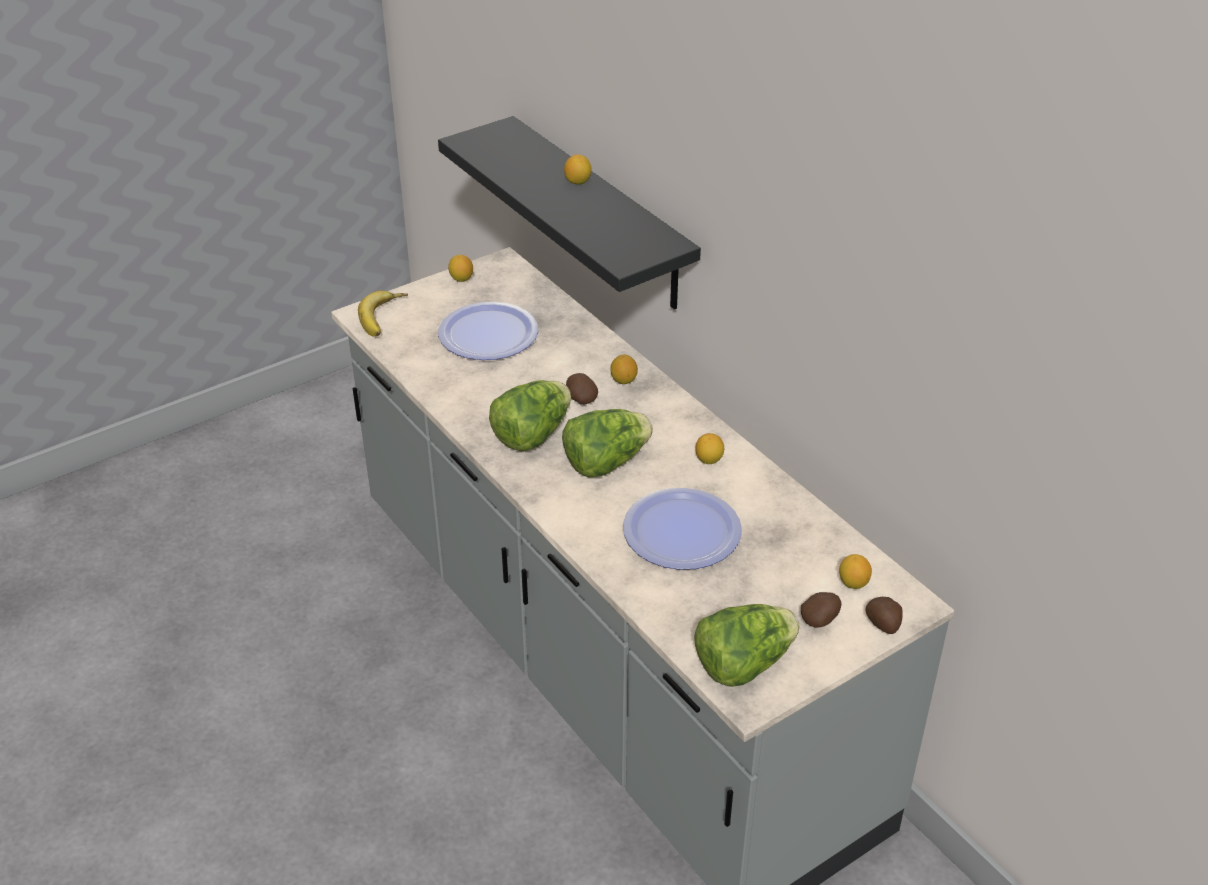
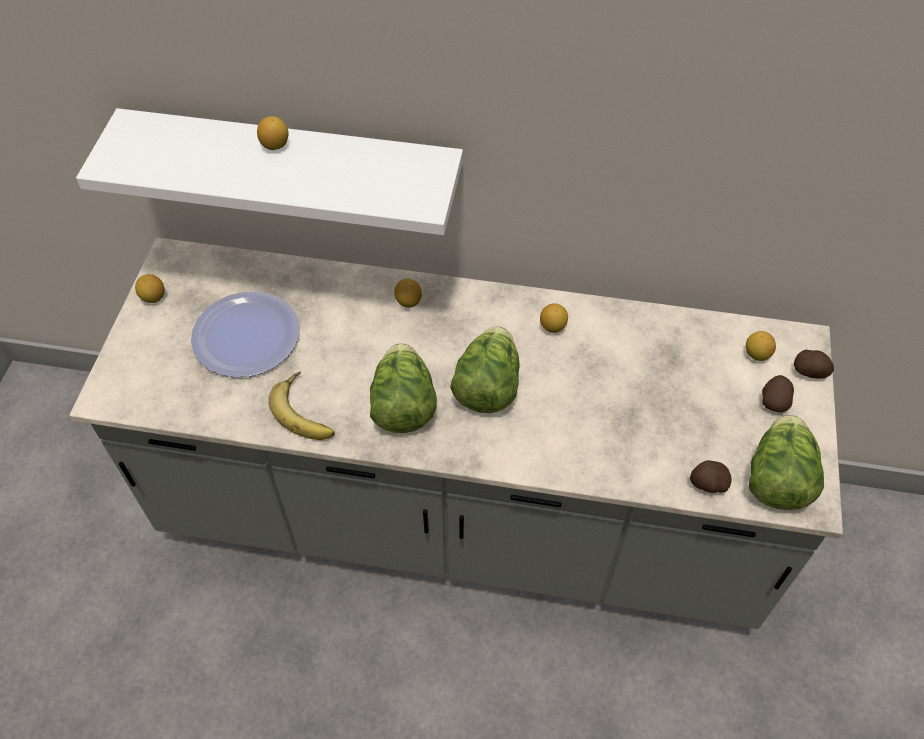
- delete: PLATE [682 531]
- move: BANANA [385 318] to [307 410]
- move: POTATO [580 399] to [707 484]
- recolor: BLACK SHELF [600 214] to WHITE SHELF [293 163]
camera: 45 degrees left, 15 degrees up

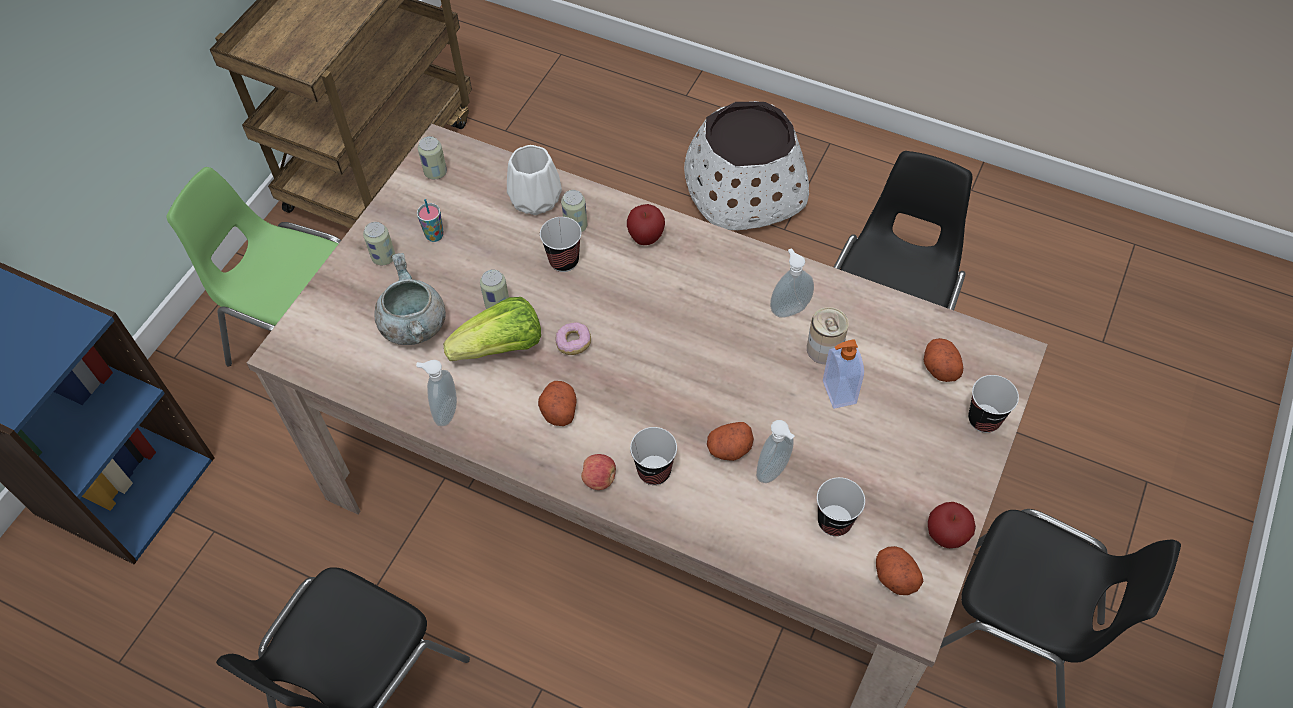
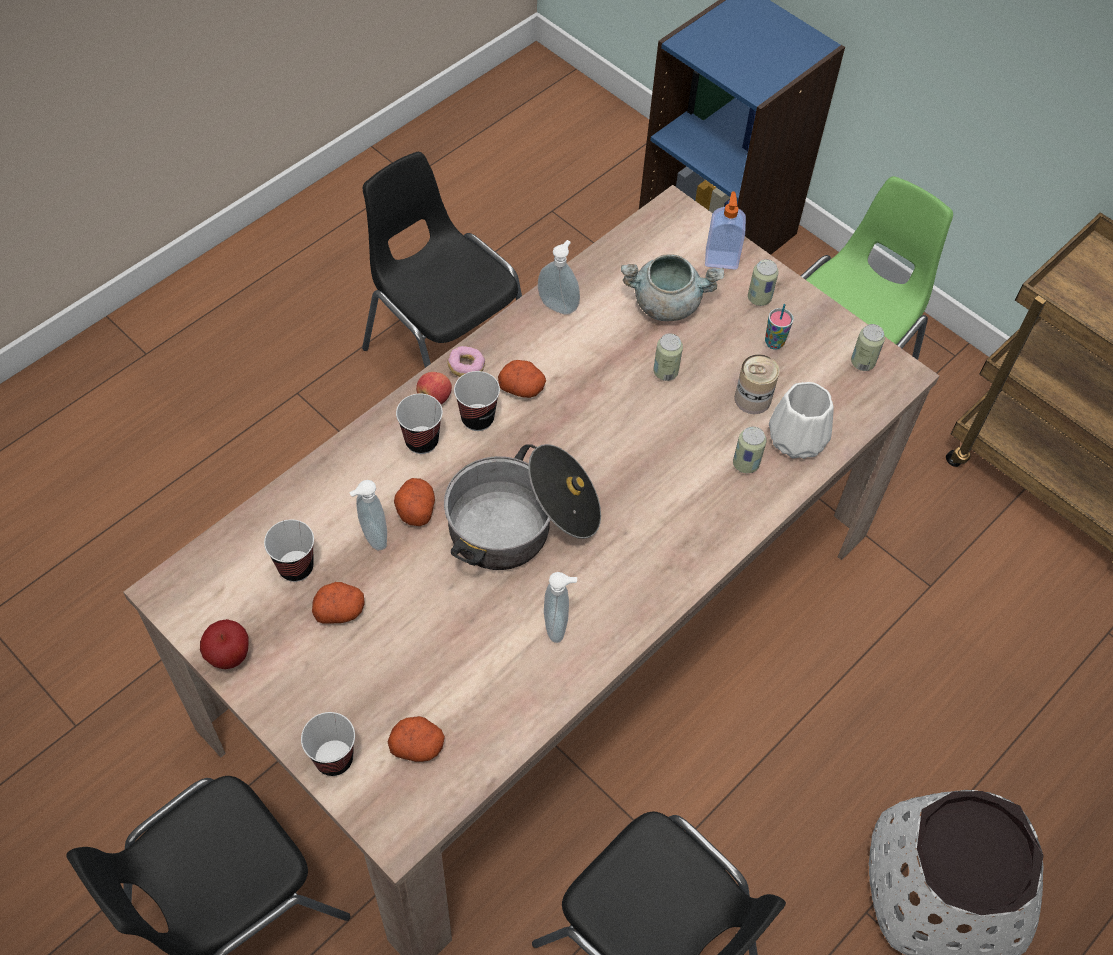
- delete: LETTUCE [501 348]
- delete: APPLE [646 238]
- insert: COOKING POT [522 524]
- move: CUP [564 261] to [477 418]
- move: DONUT [573 343] to [466 367]
- move: CAN [824 349] to [752 399]
- move: SOAP DISPENSER [837 392] to [721 258]
- move: POTATO [894 576] to [340 610]
camera: 105 degrees right, 0 degrees up

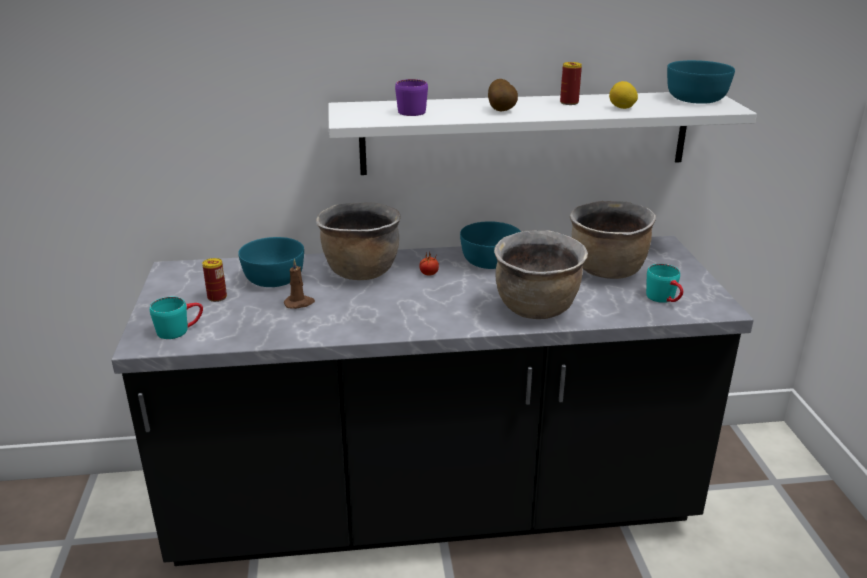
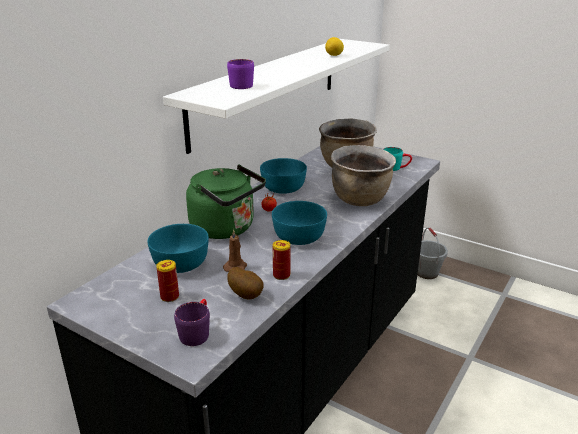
- insert: GREY BUCKET [426 273]
- move: POTATO [502 110] to [247 295]
- move: CAN [569 102] to [281 275]
- move: TURQUOISE BOWL [695 99] to [299 237]
- replace: BROWN COOKING POT [360 271] to GREEN KETTLE [226 229]
- recolor: TURQUOISE MUG [180 330] to PURPLE MUG [196 331]
camera: 50 degrees left, 0 degrees up

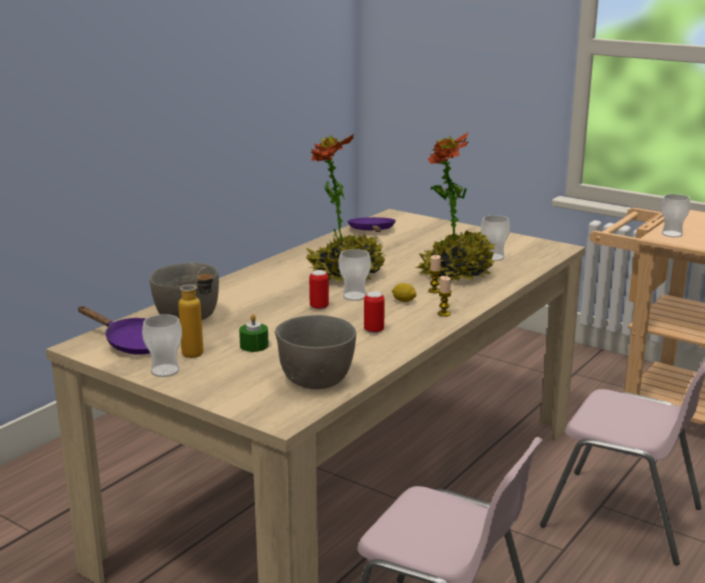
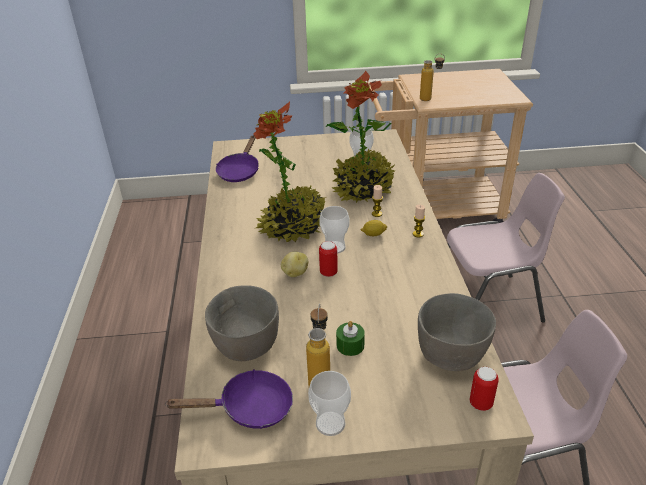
- insert: POTATO [295 273]
- move: CAN [374 330] to [480 403]
- replace: CUP [672 234] to BOTTLE [430 99]
- rotate: PURPLE FRYING PAN [372 231] = [240 171] 120 degrees counterclockwise
camera: 40 degrees left, 15 degrees up

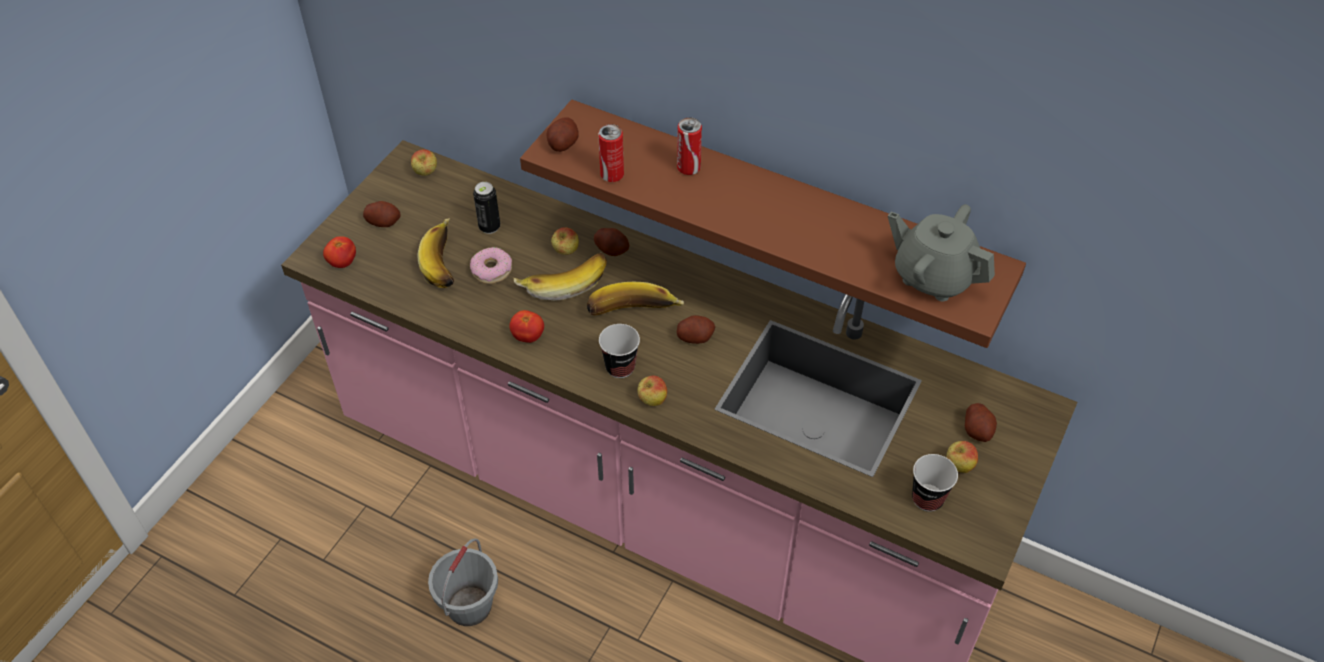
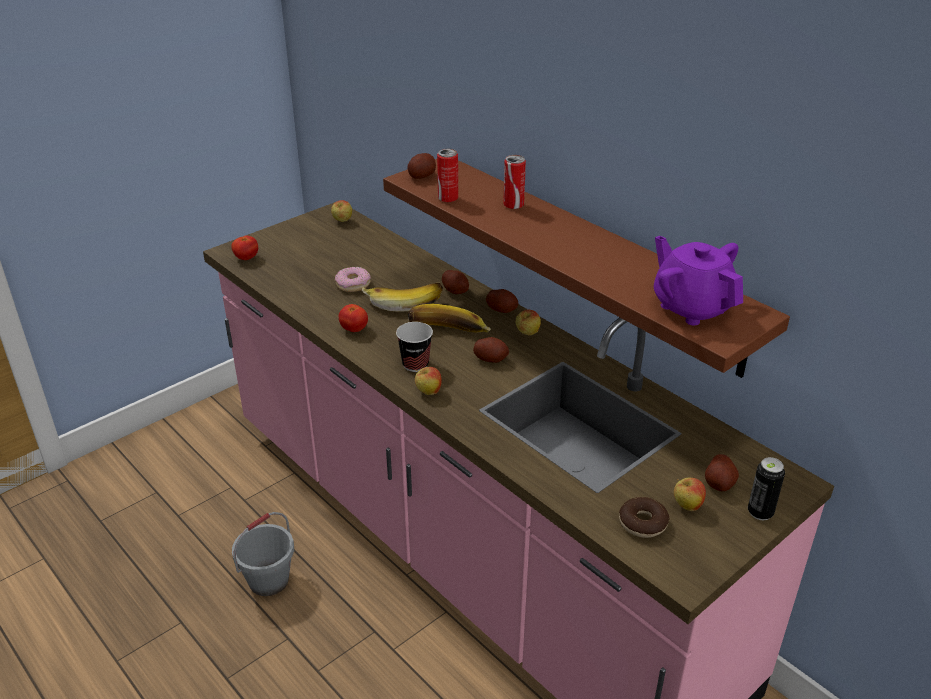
- delete: BANANA [447 263]
- move: POTATO [383 222] to [502 309]
- move: CAN [489 227] to [760 512]
- move: APPLE [566 252] to [527 333]
- replace: CUP [927 499] to DONUT [643 523]
- recolor: GREY TEAPOT [933 276] to PURPLE TEAPOT [691 307]
camera: 20 degrees right, 15 degrees down

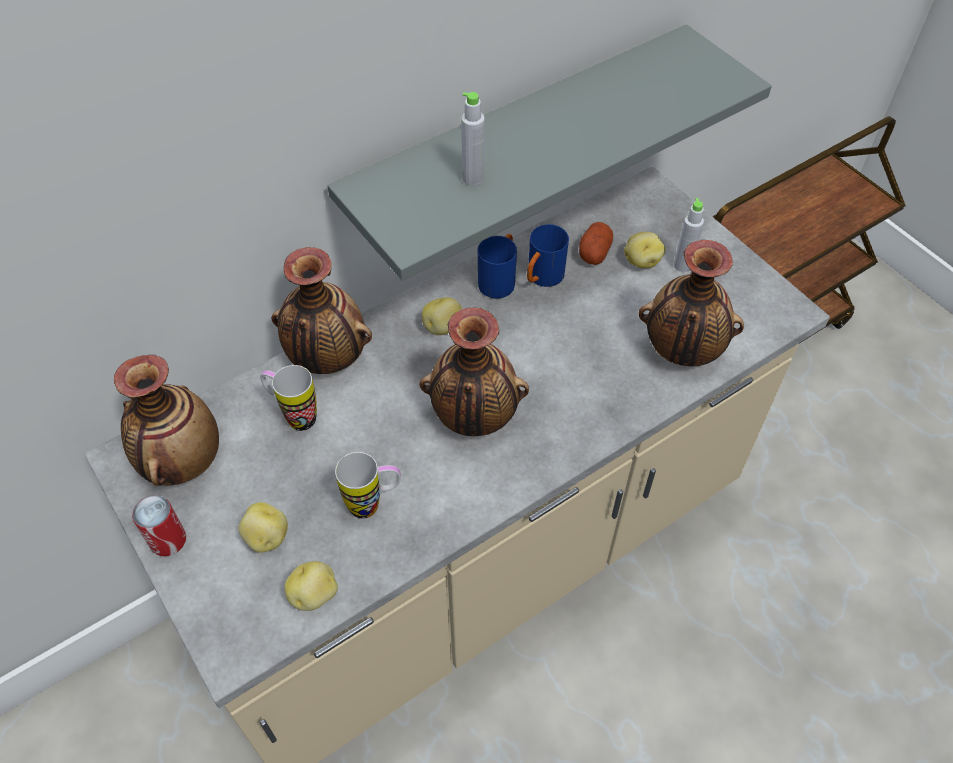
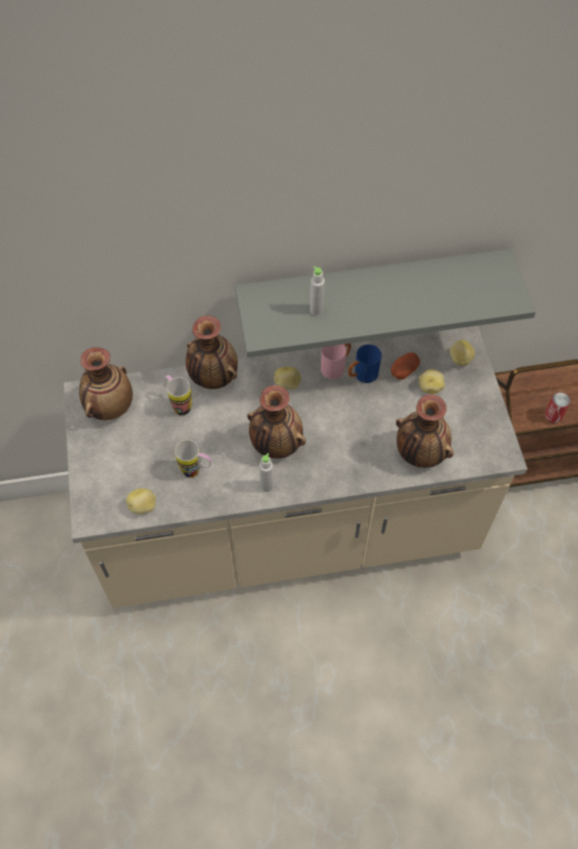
- move: CAN [168 540] to [553 415]
- move: POTATO [266 537] to [459 359]
- move: GREY BOTTLE [682 265] to [267 486]
- recolor: BLUE MUG [499 280] to PINK MUG [336 366]
camera: 25 degrees right, 5 degrees up

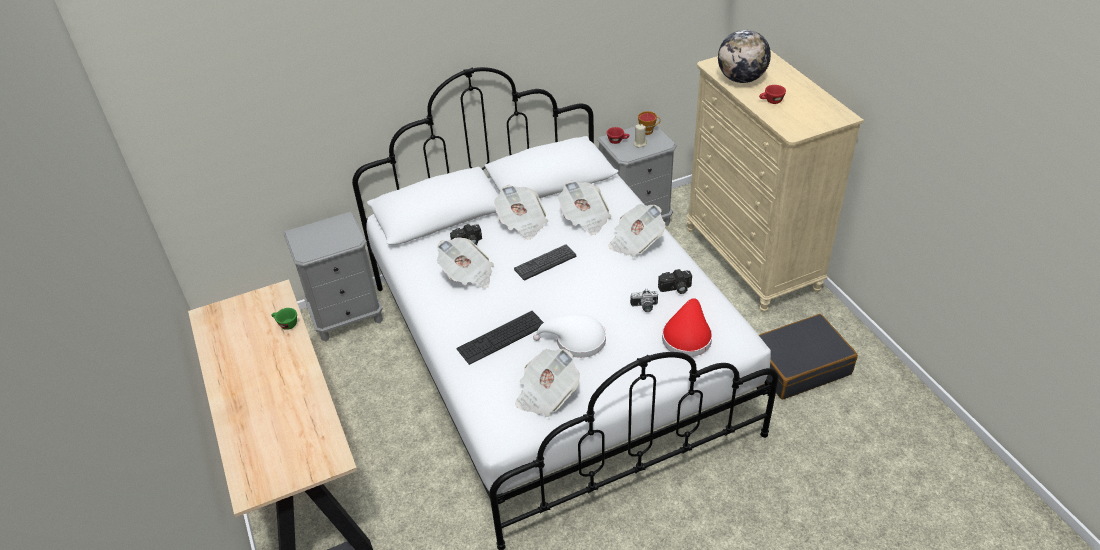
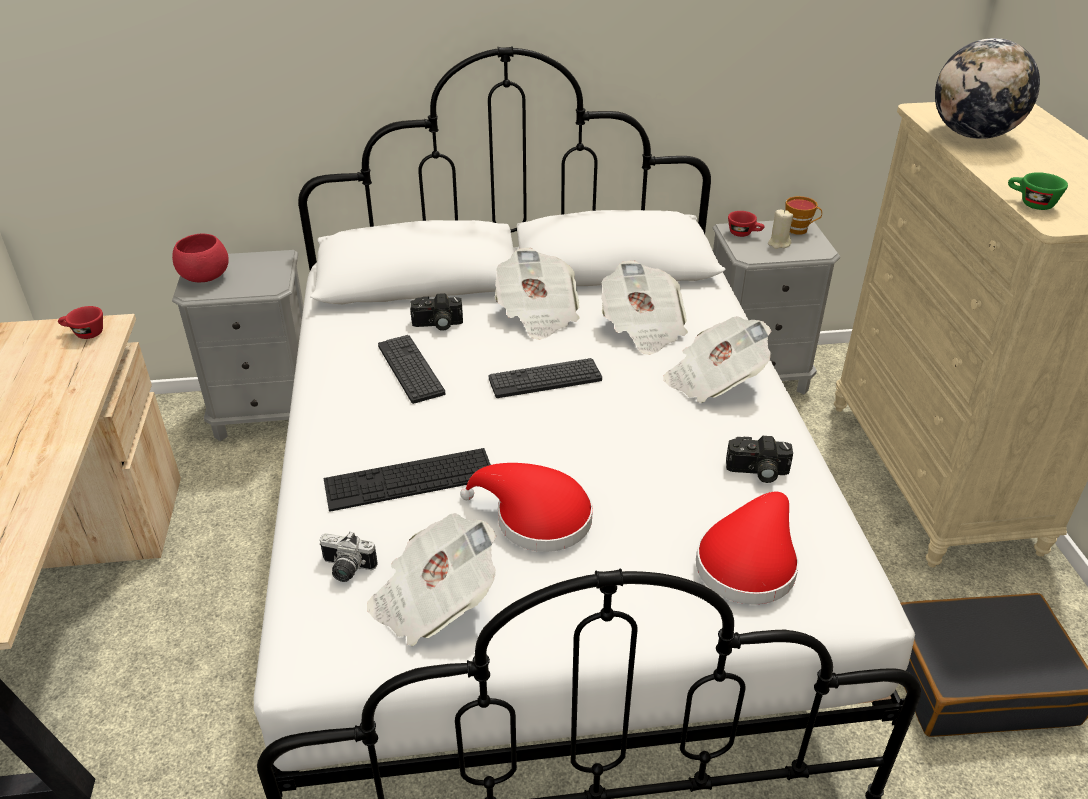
- insert: RED BOWL [205 277]
- move: GREEN CUP [286 324] to [1030 203]
- move: PHOTO CAMERA [644 307] to [346 570]
- move: RED CUP [771 101] to [84 333]
- replace: NEWSPAPER [467 274] to KEYBOARD [410 369]
- recolor: WHITE HAT [576 341] to RED HAT [535 518]
camera: 15 degrees right, 5 degrees down

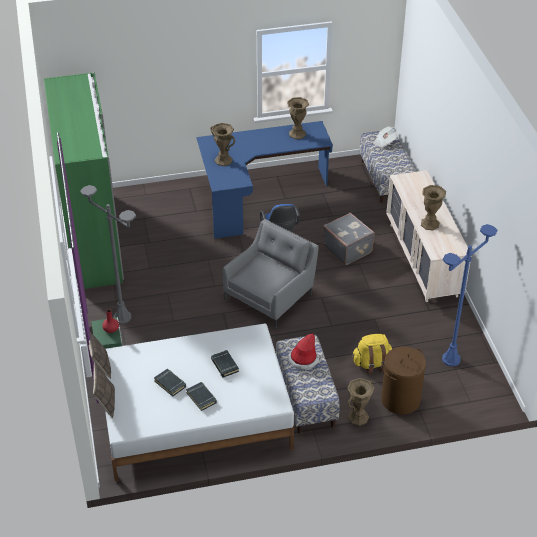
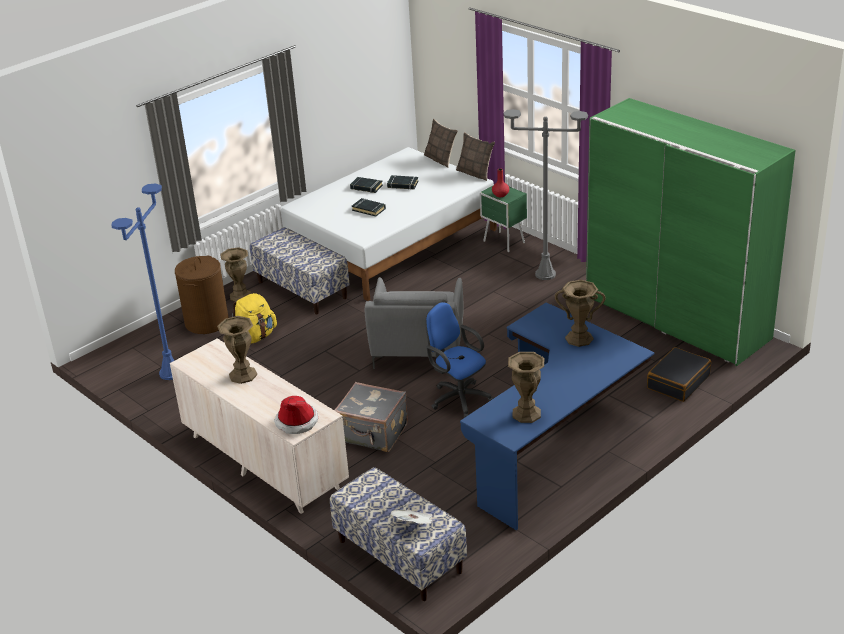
- insert: BLACK SUITCASE [678 382]
- move: HAT [303 359] to [297 422]
camera: 150 degrees right, 10 degrees down

